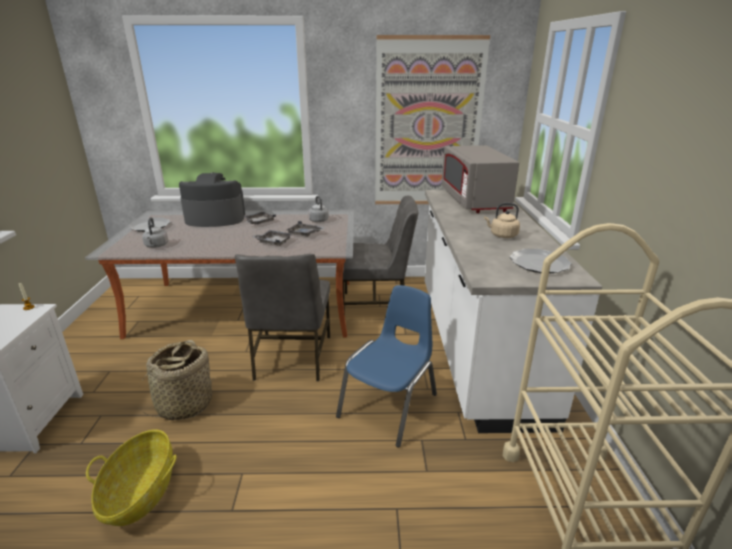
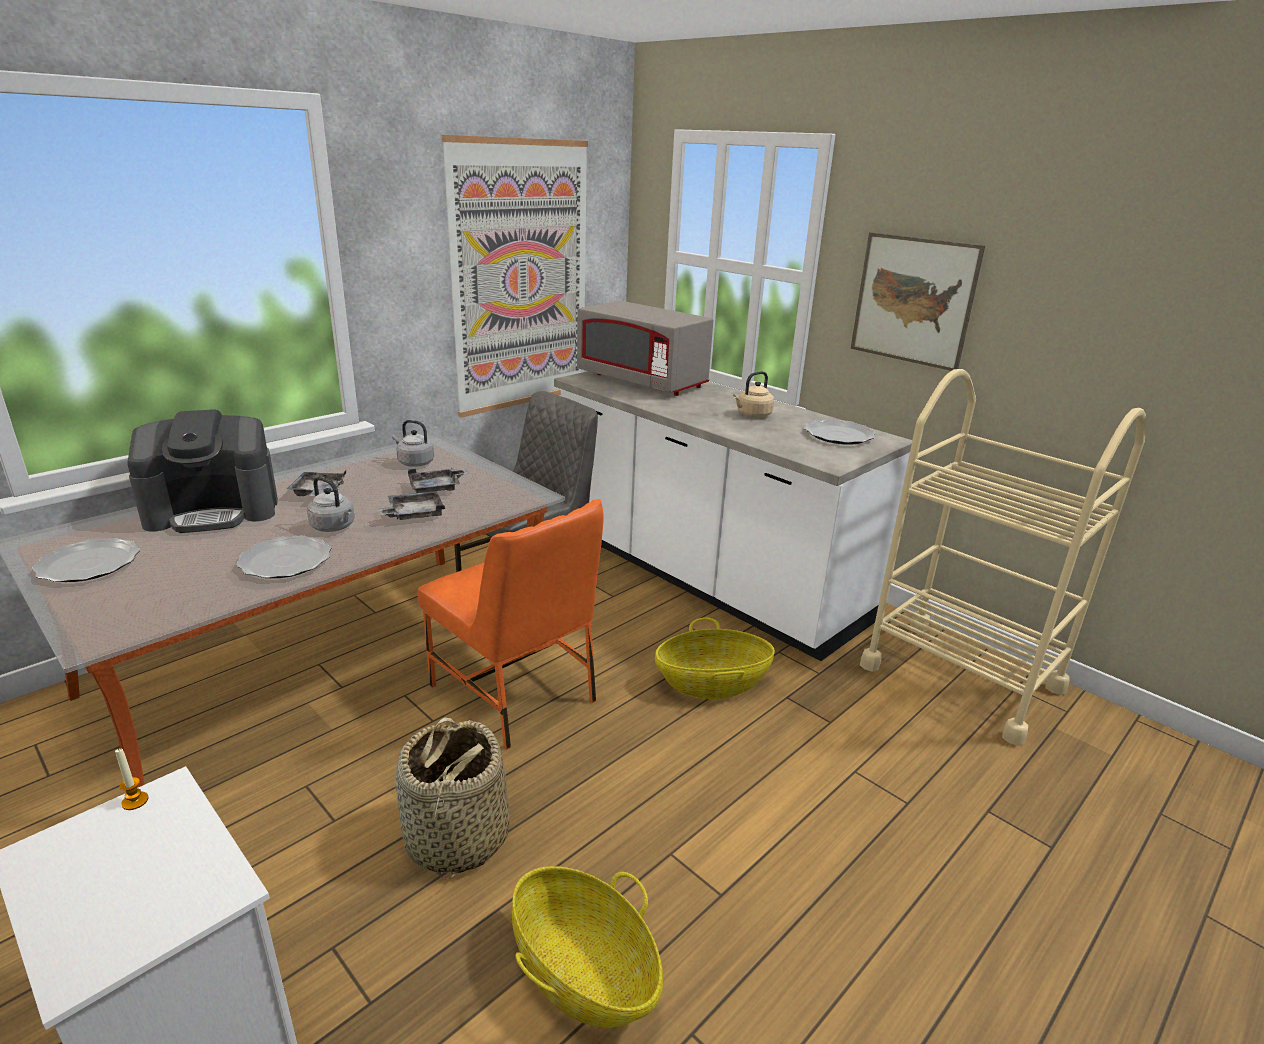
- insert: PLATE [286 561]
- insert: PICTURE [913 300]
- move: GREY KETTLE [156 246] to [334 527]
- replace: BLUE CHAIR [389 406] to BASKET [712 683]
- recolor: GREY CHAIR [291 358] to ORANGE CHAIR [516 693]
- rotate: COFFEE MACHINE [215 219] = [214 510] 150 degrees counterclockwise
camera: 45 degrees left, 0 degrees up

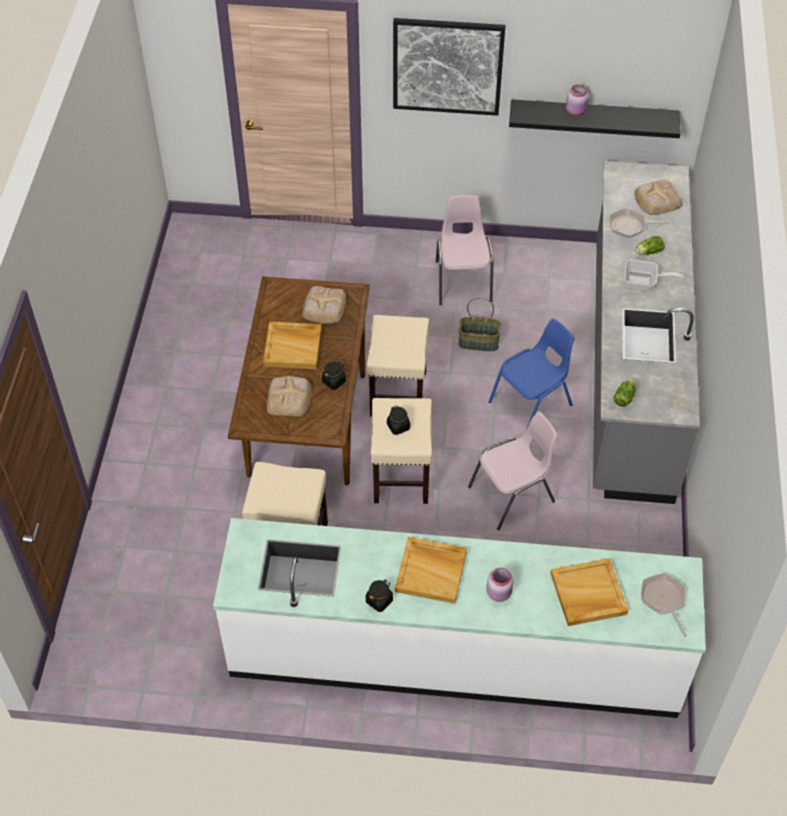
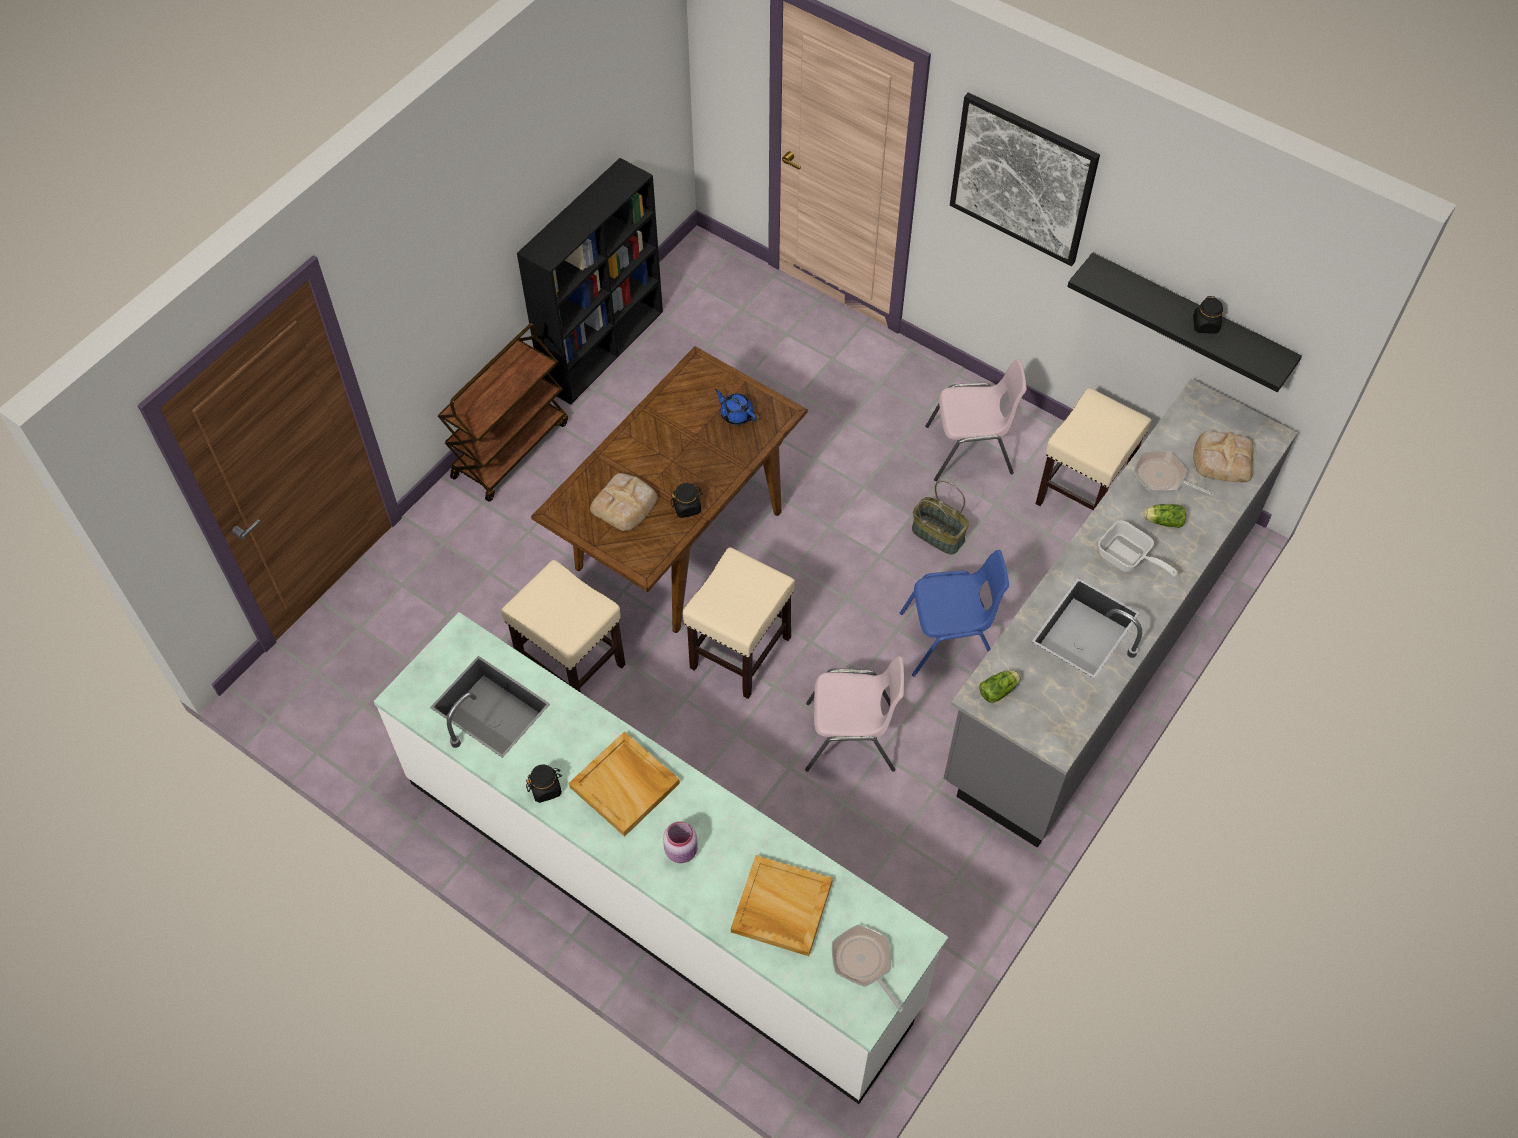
- delete: BEIGE TRAY [293 347]
- delete: PINK JAR [576 111]
- insert: BROWN CART [510 448]
- insert: BLACK BOOKCASE [603 347]
- move: BEIGE STOOL [398 394] to [1082 493]
- move: BLACK JAR [398 426] to [1205 325]
- replace: BREAD [323 308] to BLUE TEAPOT [736 414]
- rotate: PINK CHAIR [463 280] = [970 451] 60 degrees clockwise
- rotate: FRYING PAN [663 600] = [864 963] 45 degrees counterclockwise
camera: 30 degrees right, 5 degrees up

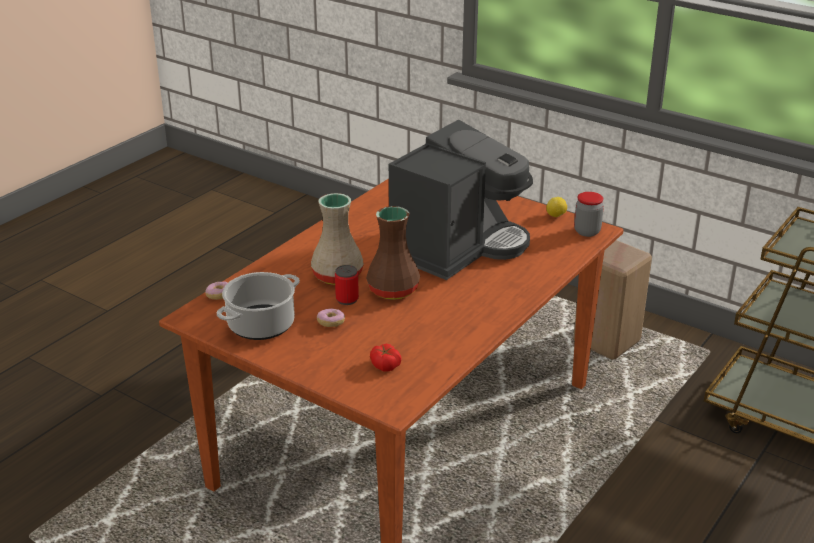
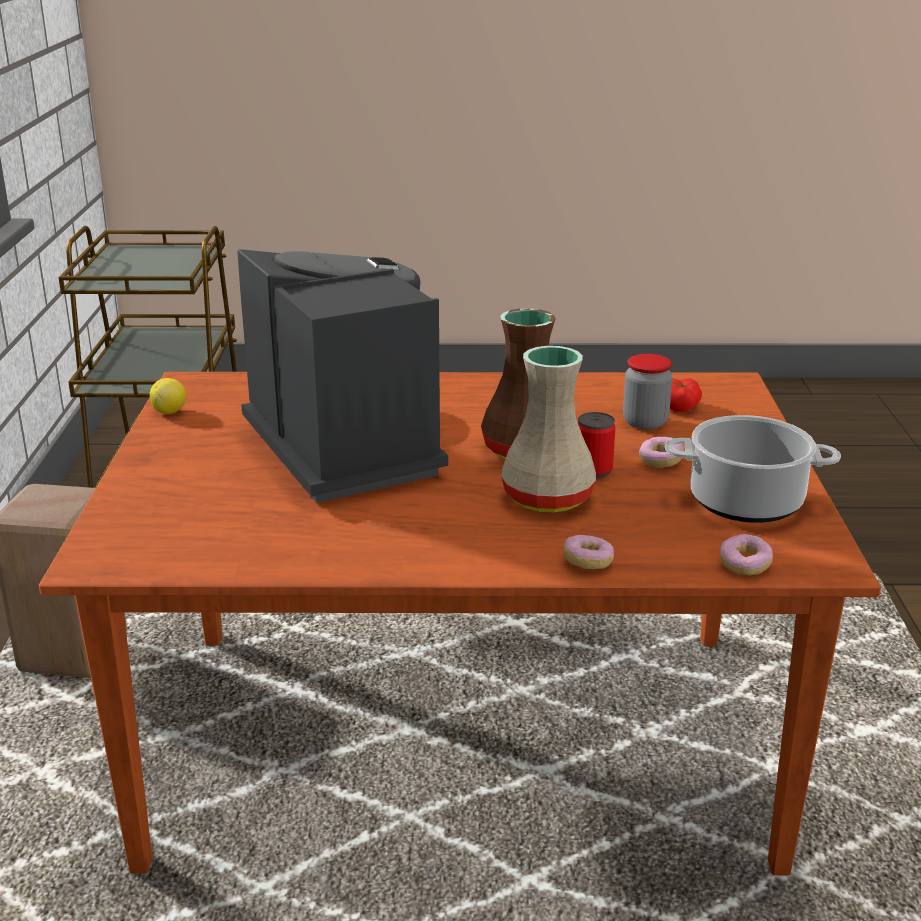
- insert: DONUT [587 562]
- move: JAR [587 231] to [645 422]
- rotate: COFFEE MACHINE [457 247] = [347 447] 60 degrees clockwise
camera: 125 degrees left, 5 degrees down

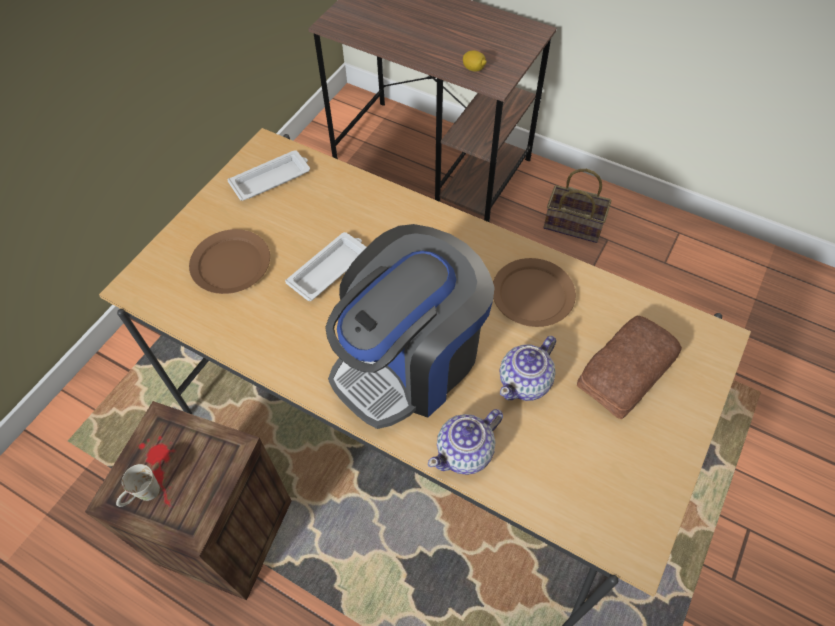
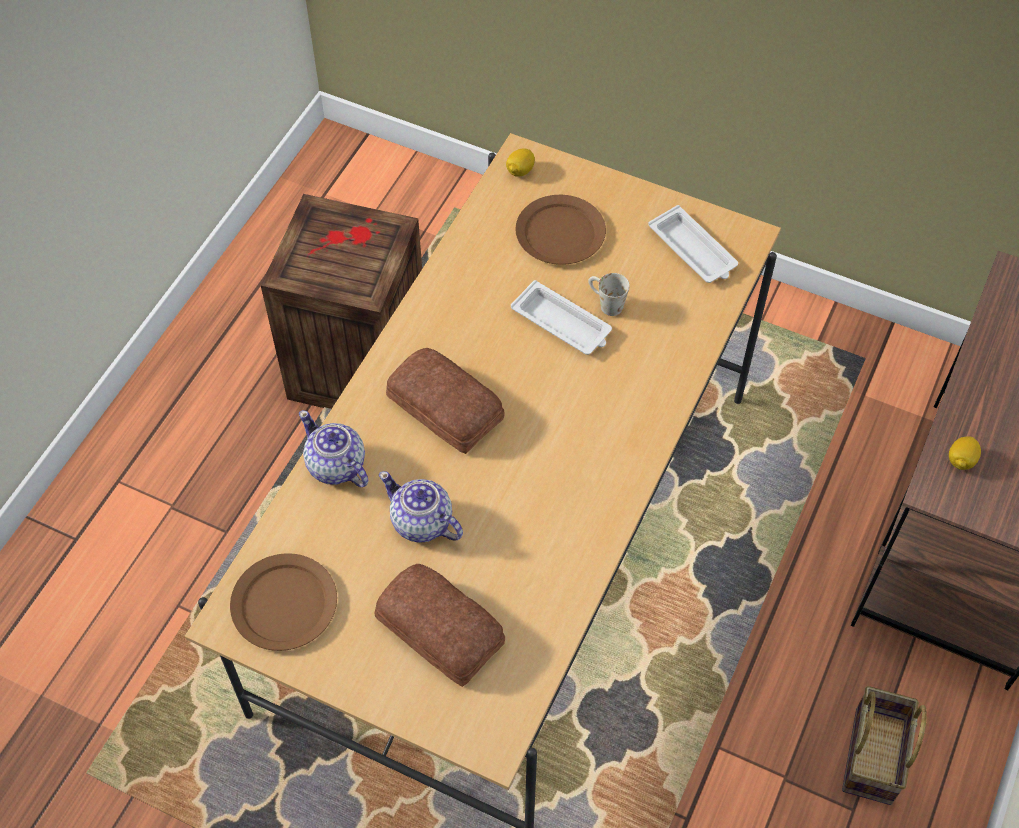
- insert: LEMON [520 171]
- move: WHITE MUG [143 496] to [605 303]
- move: BROWN PLATE [532 294] to [285 604]
- replace: COFFEE MACHINE [409 360] to BREAD [444 409]
camera: 85 degrees right, 0 degrees up

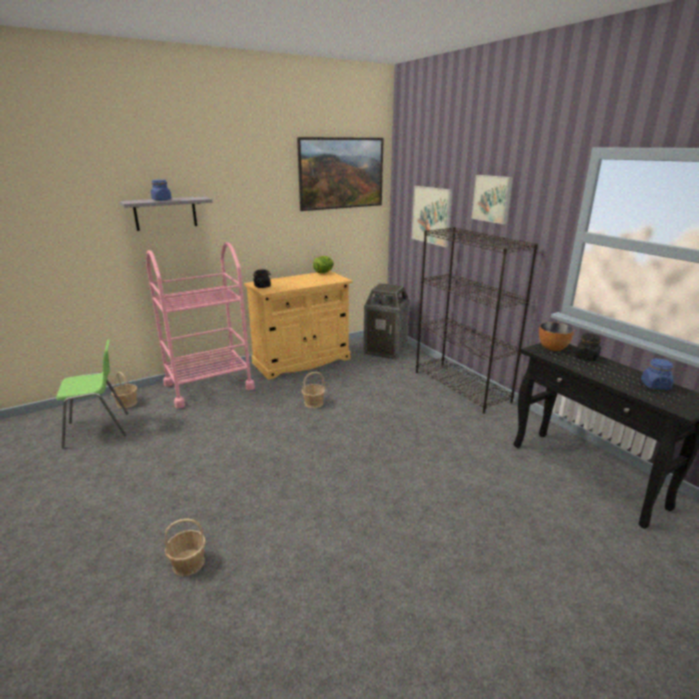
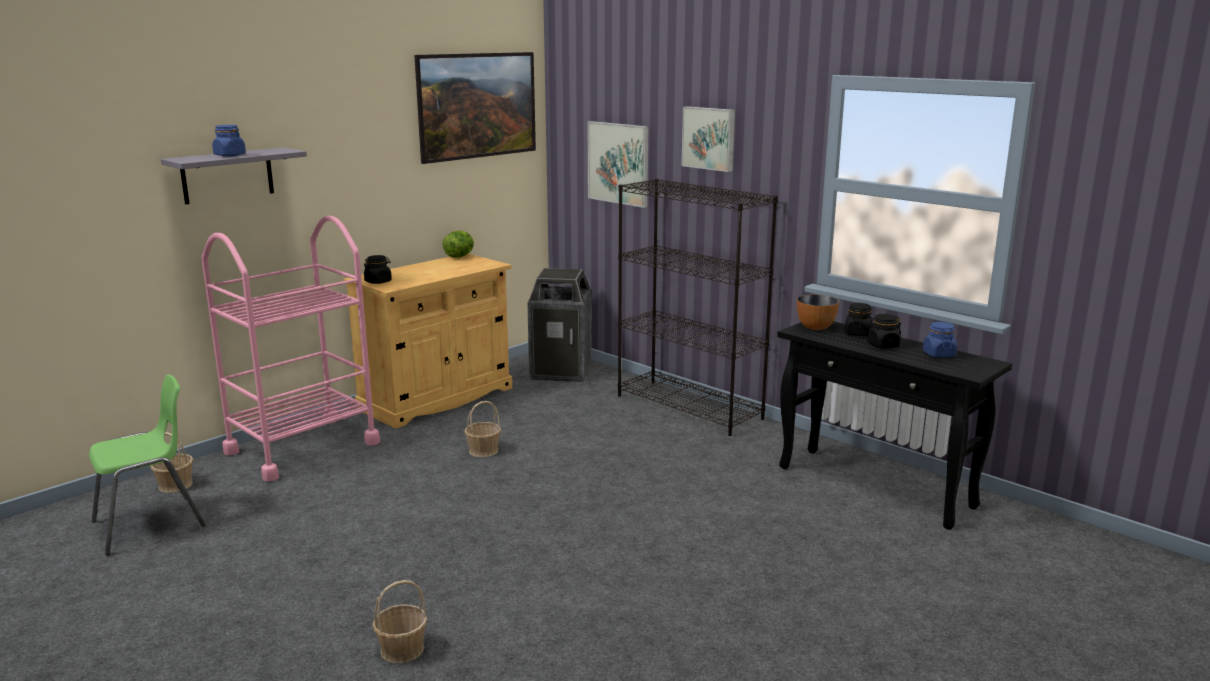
- insert: BLACK JAR [883 345]
camera: 15 degrees left, 5 degrees down

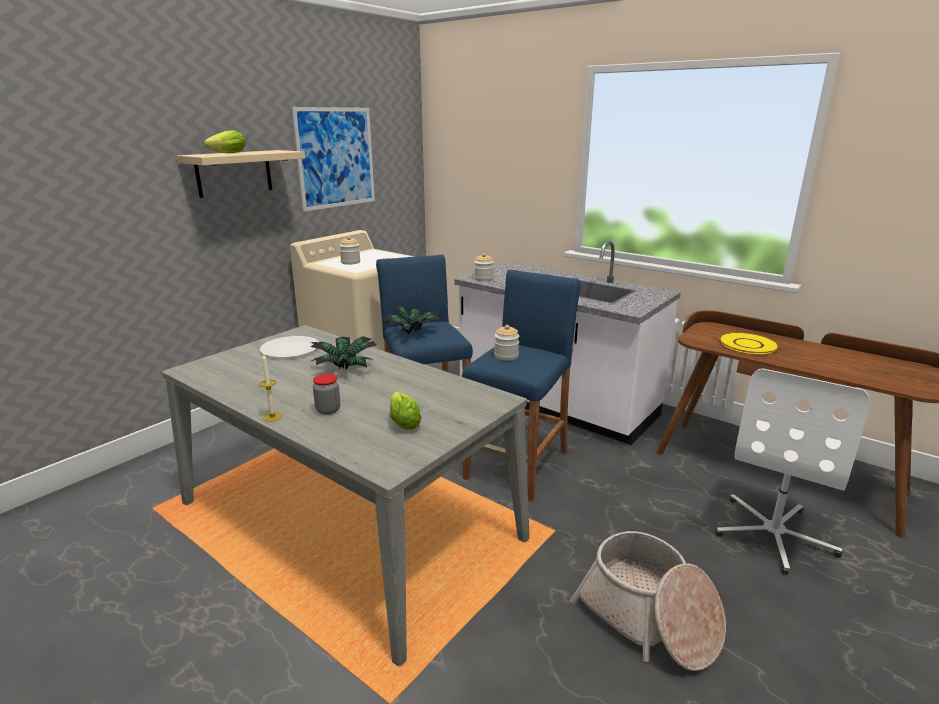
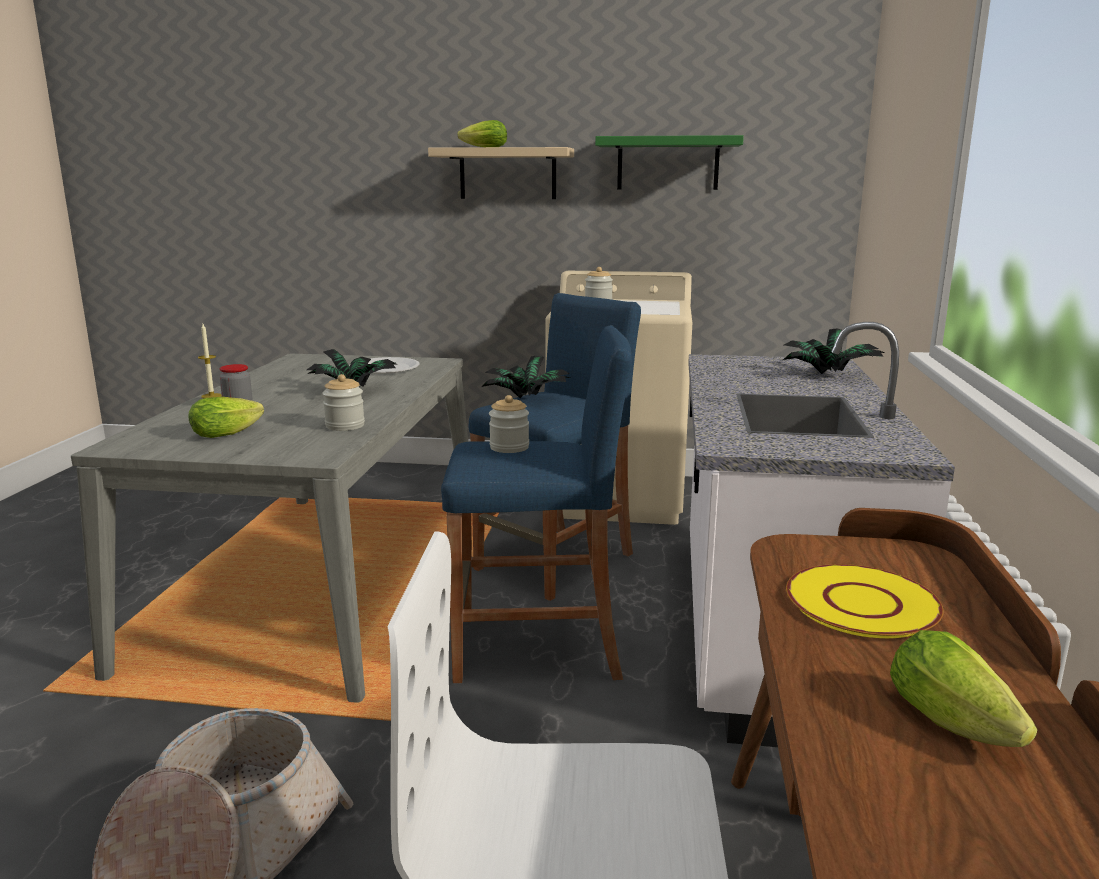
- insert: POTTED PLANT [830 375]
- insert: LETTUCE [957 724]
- move: JAR [483 279] to [345 426]
- replace: PICTURE [336 158] to GREEN SHELF [668 164]
camera: 60 degrees right, 5 degrees down

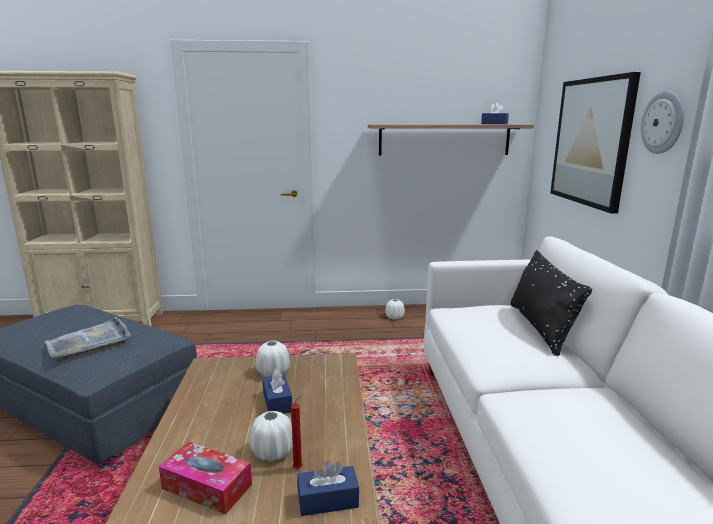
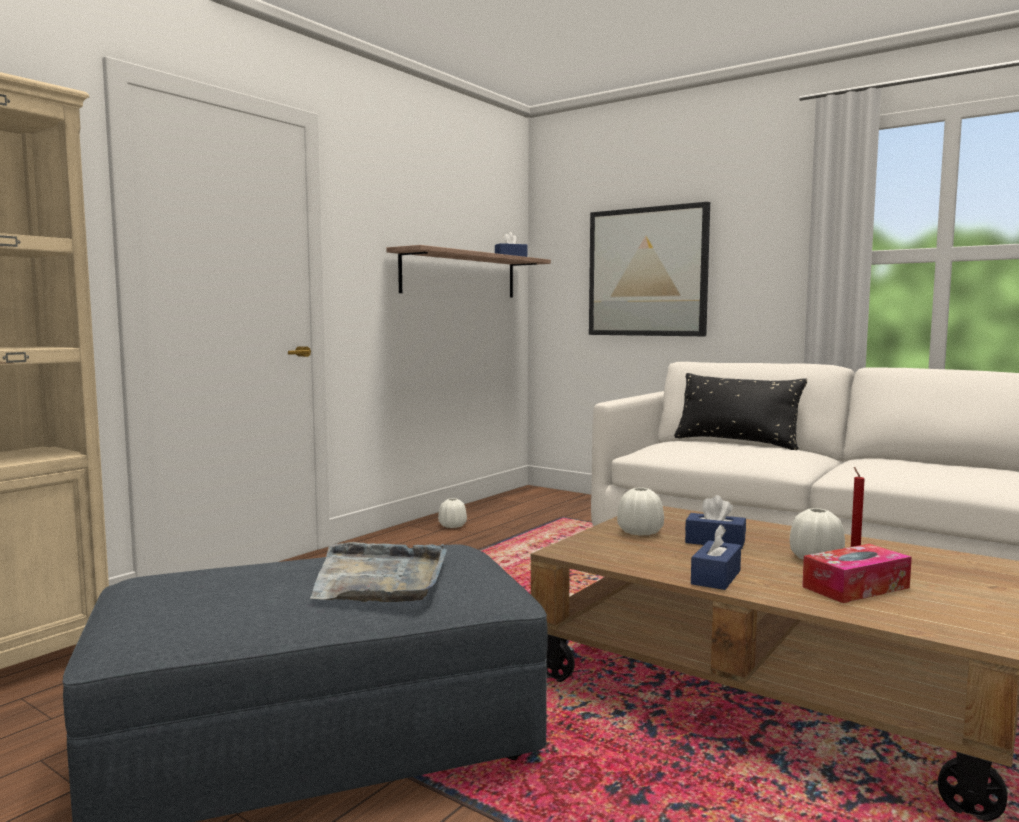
- delete: WALL CLOCK [663 123]
- move: BLUE TISSUE BOX [328 500] to [716 577]
camera: 50 degrees left, 10 degrees down

